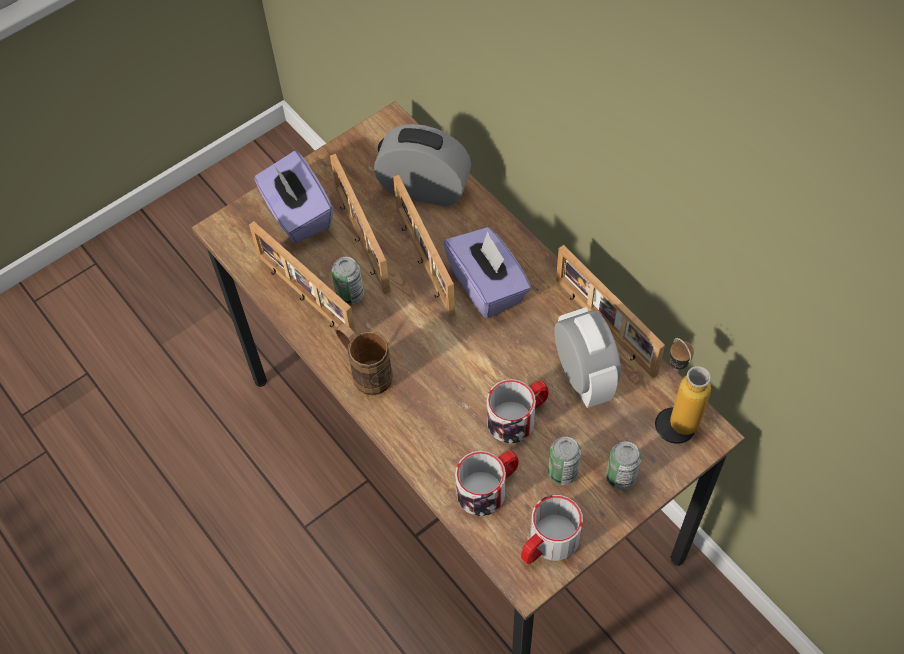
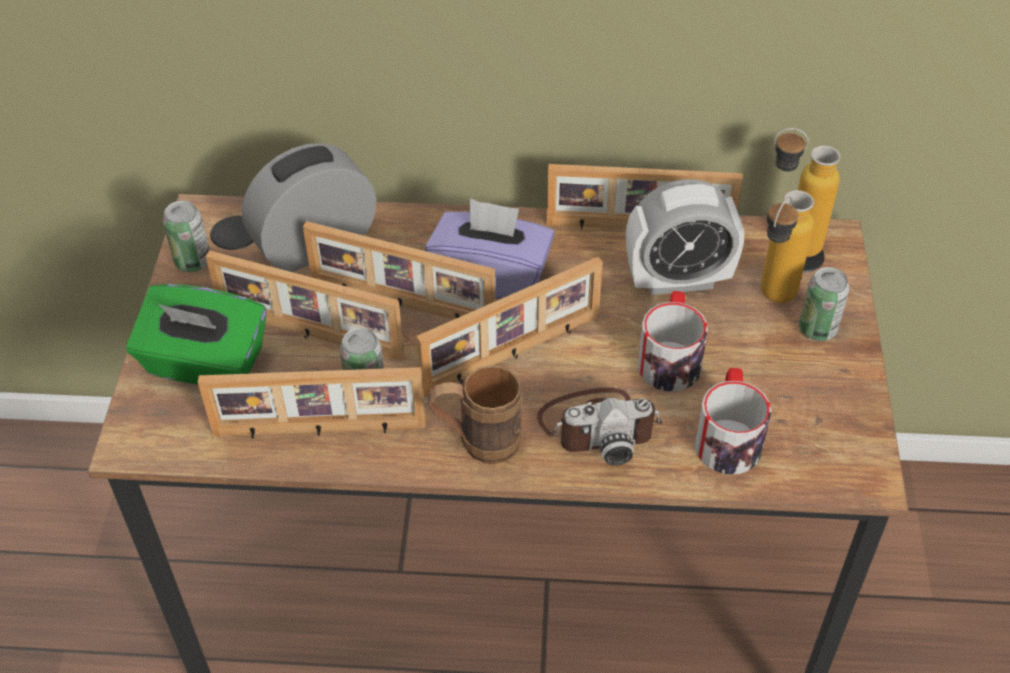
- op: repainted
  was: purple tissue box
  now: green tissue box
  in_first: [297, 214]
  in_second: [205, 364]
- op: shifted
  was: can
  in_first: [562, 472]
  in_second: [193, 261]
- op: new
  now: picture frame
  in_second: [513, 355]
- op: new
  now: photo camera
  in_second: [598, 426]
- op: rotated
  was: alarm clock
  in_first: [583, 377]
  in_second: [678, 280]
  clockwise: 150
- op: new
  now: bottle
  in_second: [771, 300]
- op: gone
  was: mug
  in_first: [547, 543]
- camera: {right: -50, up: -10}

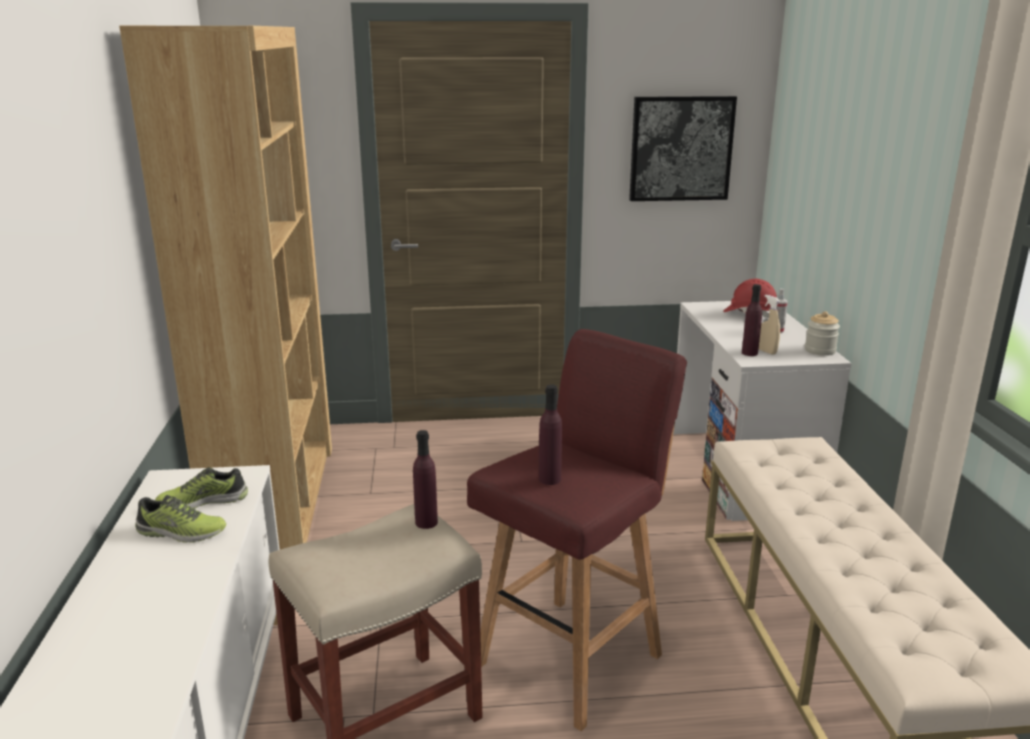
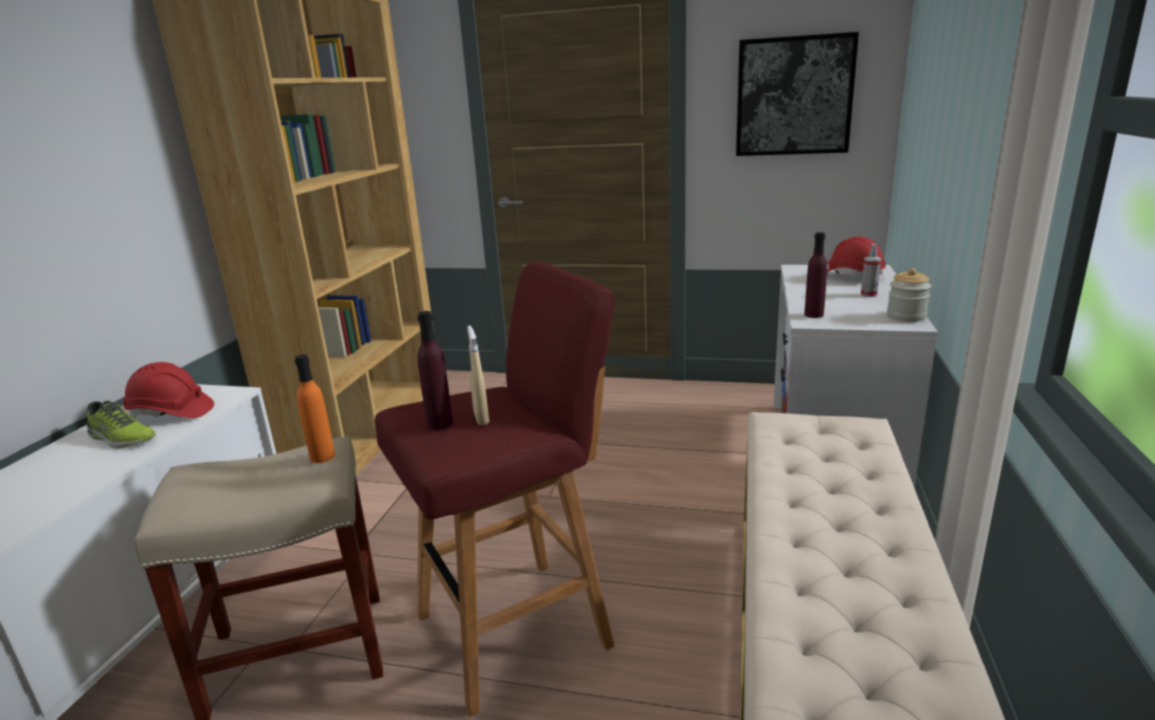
- op: swapped
  was: shoe
  now: red hard hat
  in_first: [203, 501]
  in_second: [171, 413]
- op: repainted
  was: purple bottle
  now: orange bottle
  in_first: [426, 522]
  in_second: [322, 456]
- op: shifted
  was: beige spray bottle
  in_first: [766, 351]
  in_second: [481, 418]
- camera: {right: 20, up: 0}

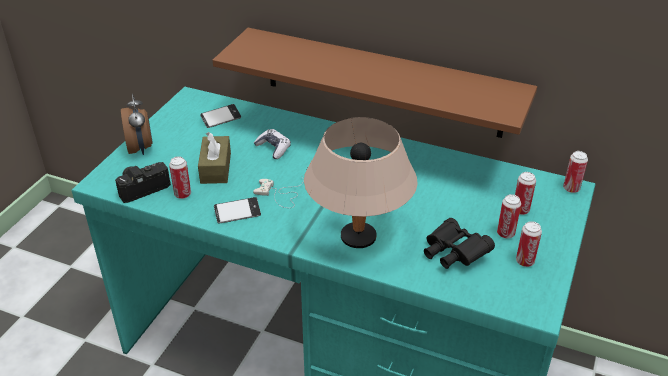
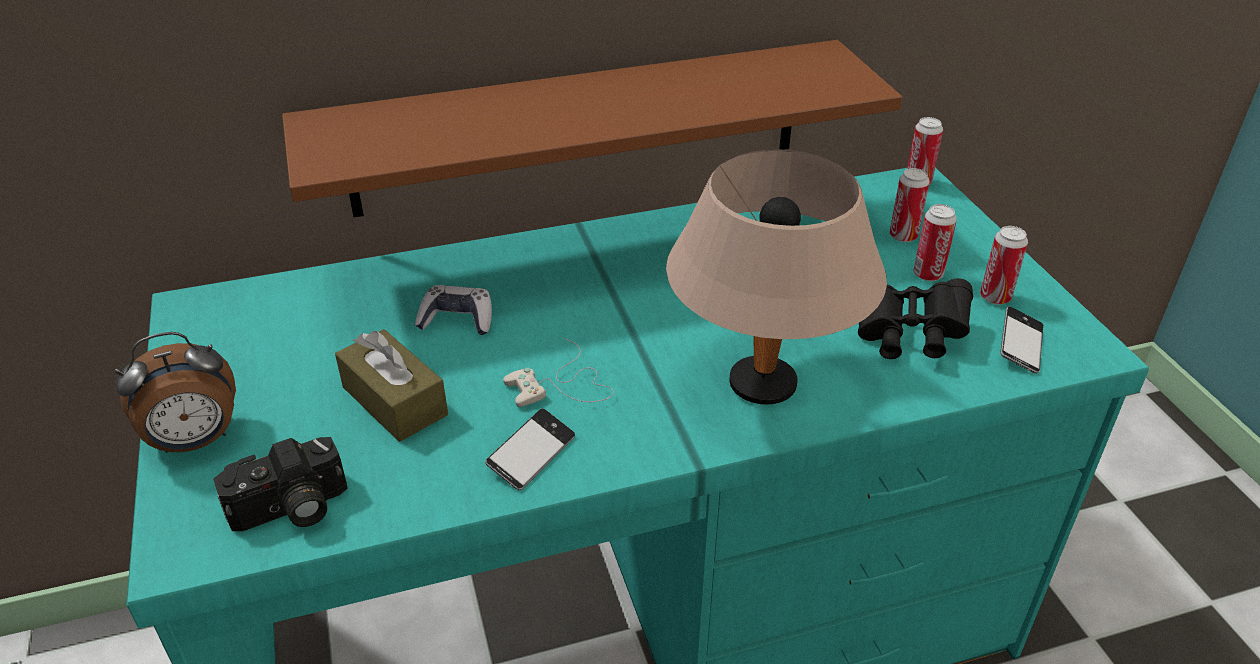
- op: rotated
  was: alarm clock
  in_first: [141, 148]
  in_second: [195, 441]
  clockwise: 120
- op: rotated
  was: photo camera
  in_first: [142, 187]
  in_second: [290, 510]
  clockwise: -135
- op: shifted
  was: phone
  in_first: [221, 119]
  in_second: [1020, 345]
- op: gone
  was: can
  in_first: [182, 194]
- camera: {right: -40, up: 0}

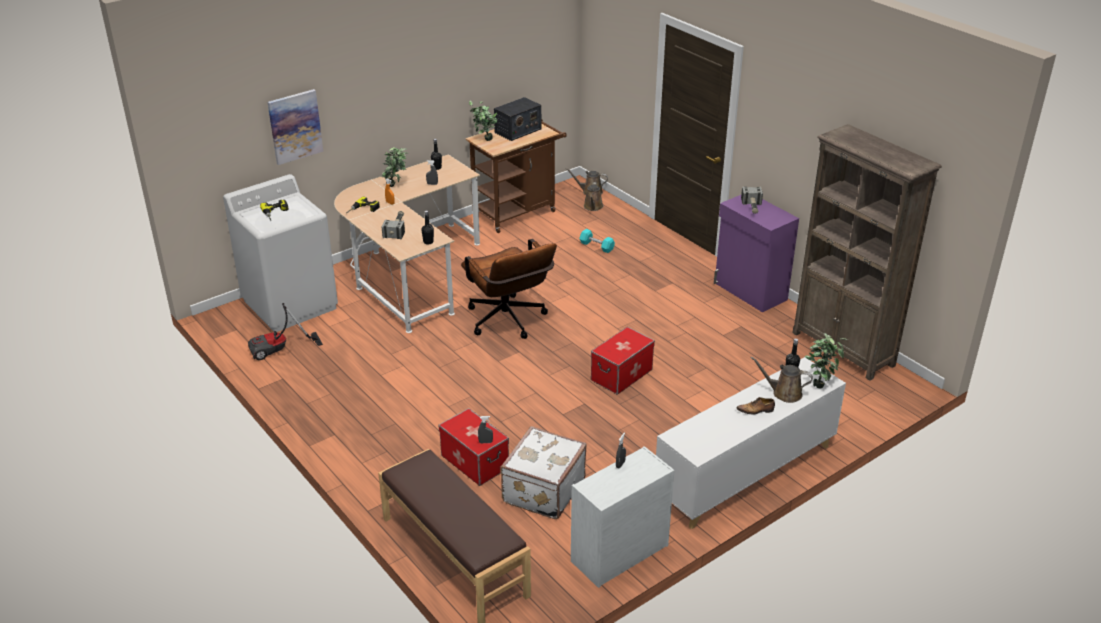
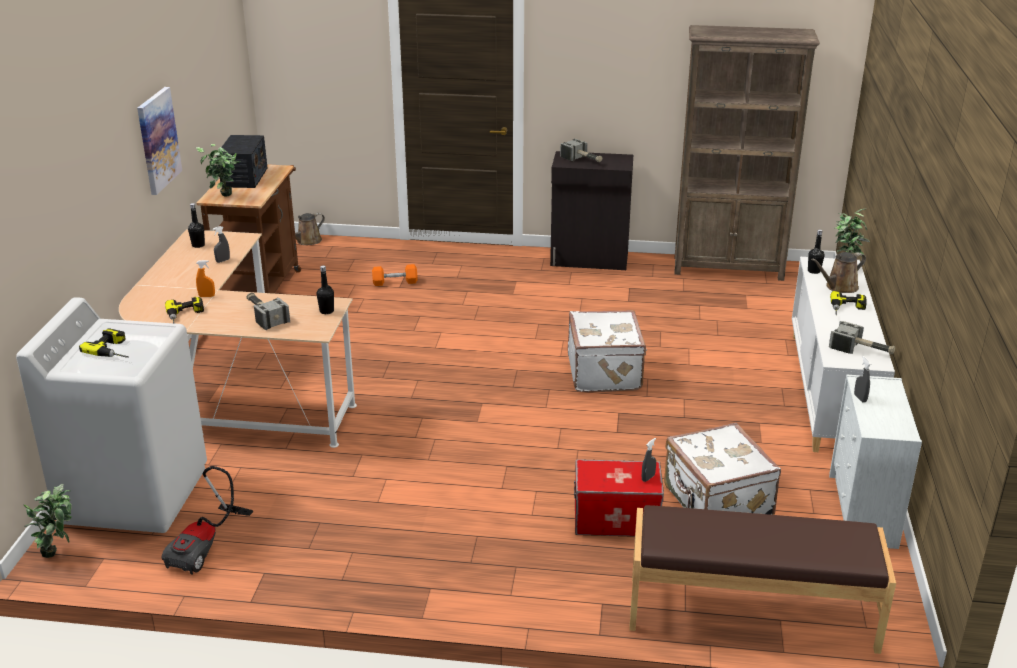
- op: shifted
  was: potted plant
  in_first: [396, 186]
  in_second: [59, 551]
- op: shifted
  was: picture
  in_first: [295, 126]
  in_second: [158, 140]
- op: repainted
  was: turquoise dumbbell
  now: orange dumbbell
  in_first: [596, 246]
  in_second: [395, 282]
- op: repainted
  was: purple cabinet
  now: black cabinet
  in_first: [750, 292]
  in_second: [589, 260]
- op: swapped
  was: storage box
  now: white suitcase
  in_first: [621, 374]
  in_second: [605, 372]
- op: new
  now: hammer
  in_second: [862, 350]
- op: swapped
  was: shoe
  now: power drill
  in_first: [756, 410]
  in_second: [847, 309]
- op: gone
  was: brown office chair
  in_first: [509, 322]
- op: gone
  was: brown watering can
  in_first: [593, 207]
- camera: {right: -45, up: -5}

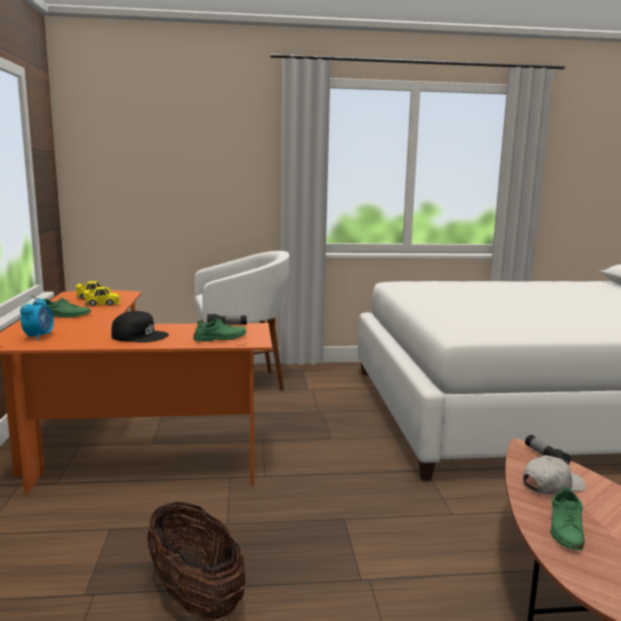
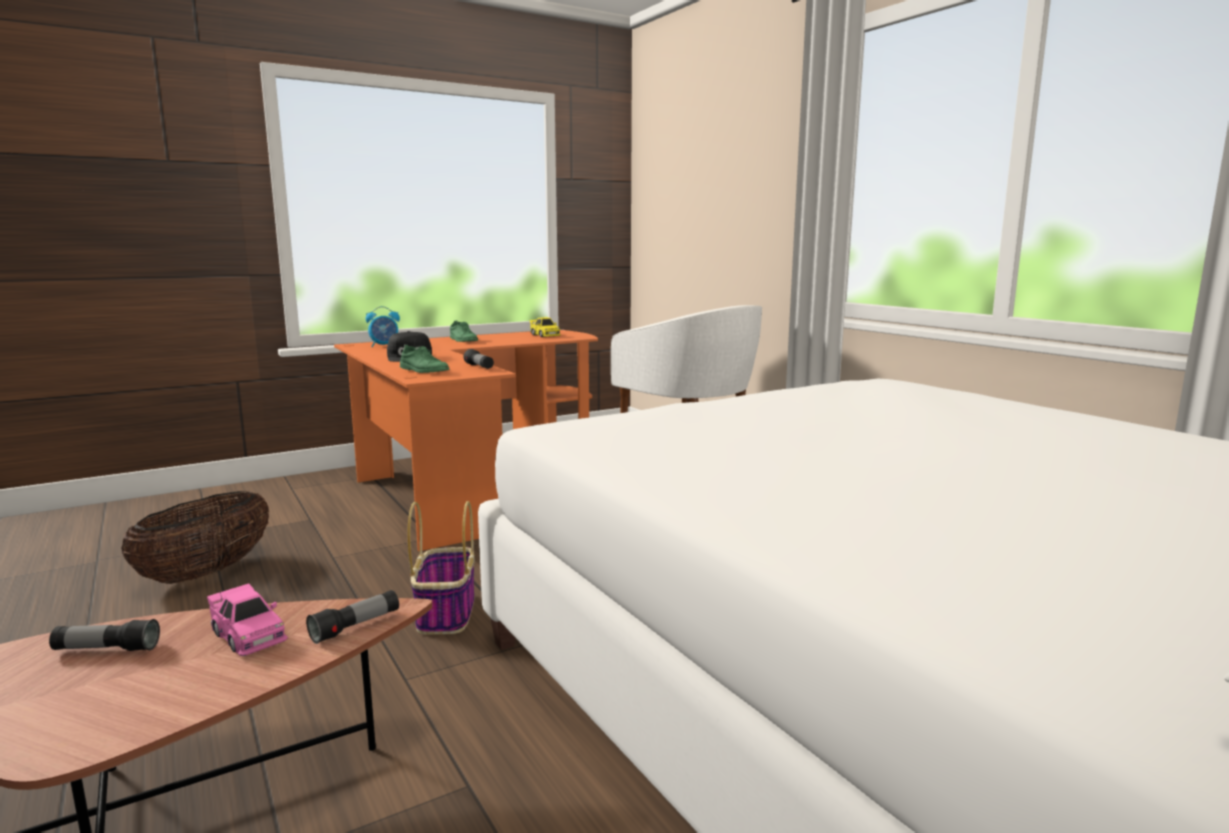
- op: swapped
  was: green shoe
  now: flashlight
  in_first: [566, 529]
  in_second: [106, 649]
- op: swapped
  was: white cap
  now: pink toy car
  in_first: [552, 485]
  in_second: [248, 636]
- op: new
  now: basket
  in_second: [446, 612]
- op: gone
  was: yellow toy car
  in_first: [102, 304]
- camera: {right: 65, up: 0}

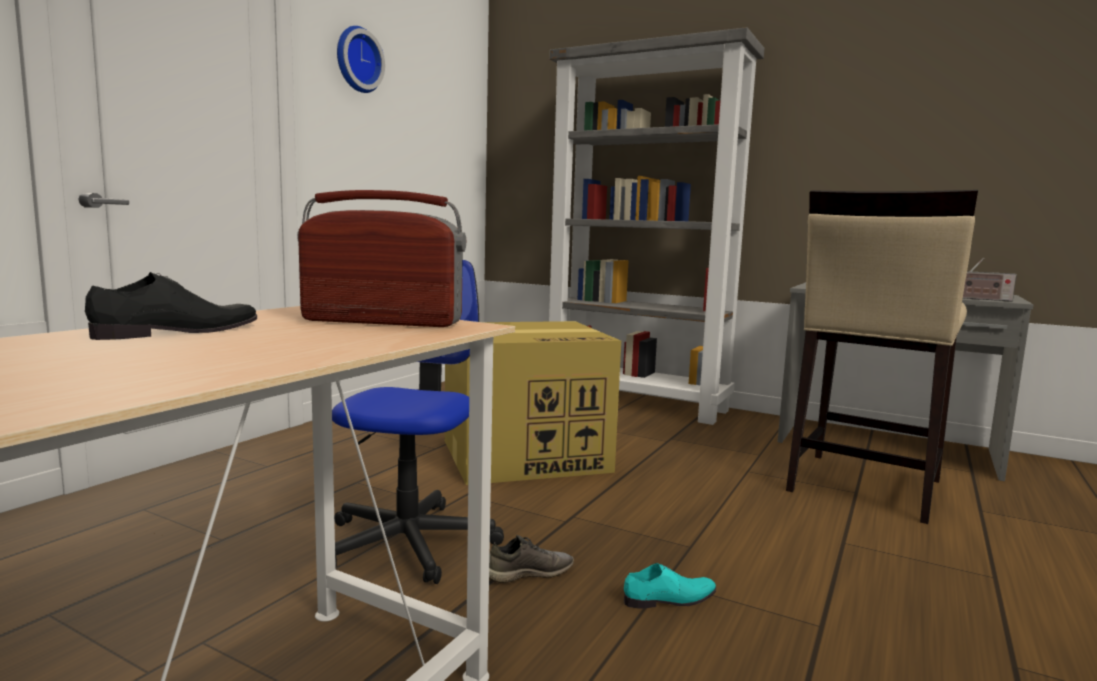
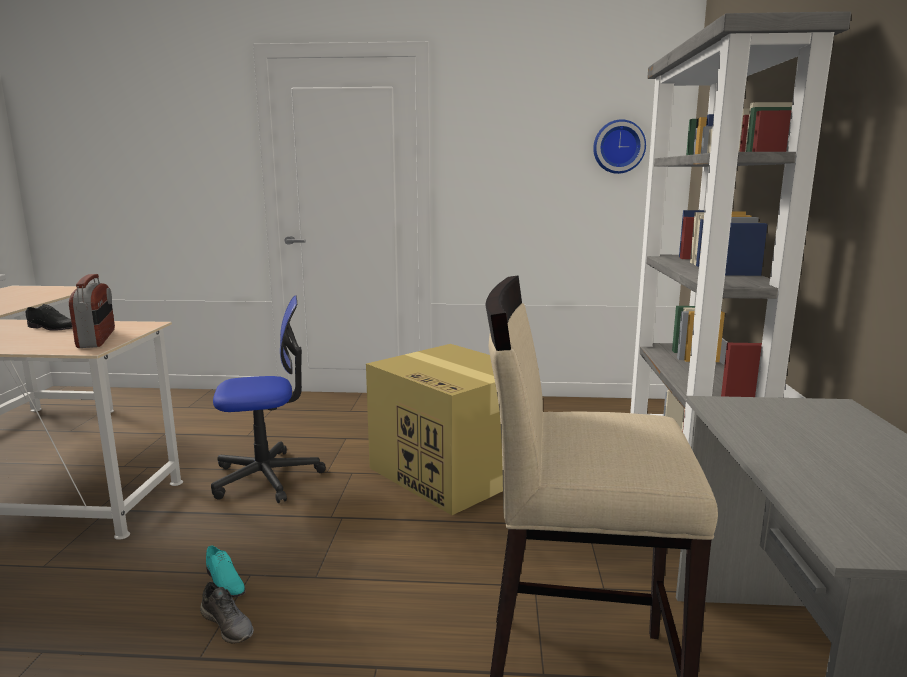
- op: shifted
  was: grey shoe
  in_first: [529, 573]
  in_second: [228, 625]
- op: shifted
  was: wall clock
  in_first: [356, 60]
  in_second: [618, 147]
- op: gone
  was: radio
  in_first: [982, 299]
- camera: {right: 65, up: 5}

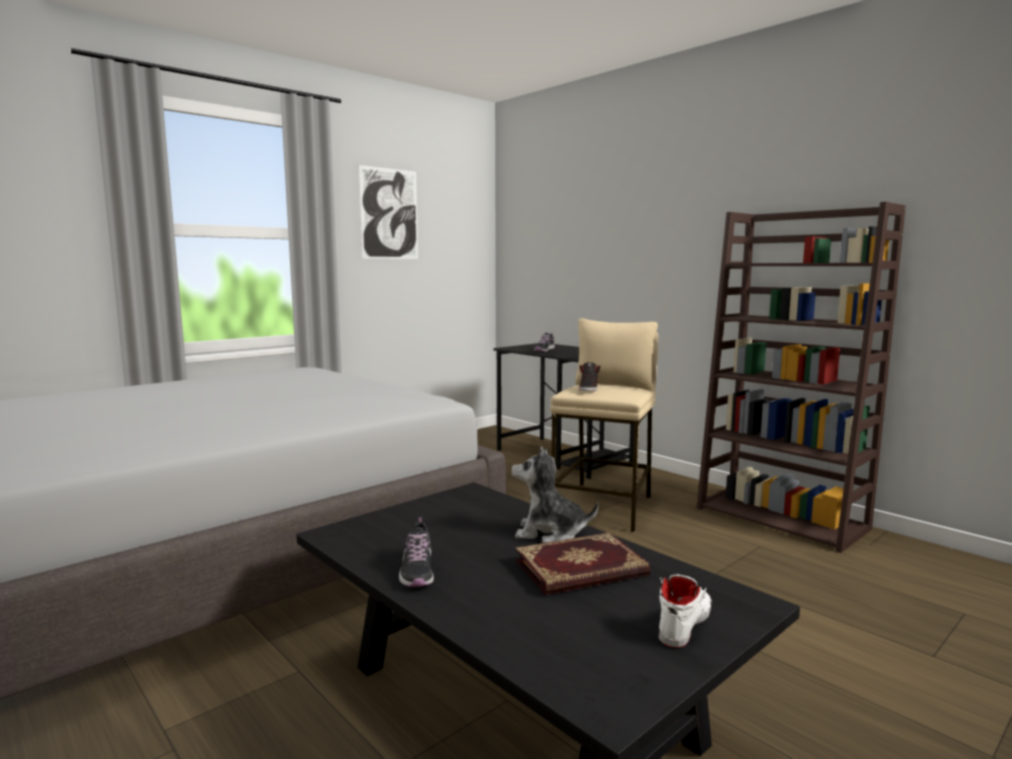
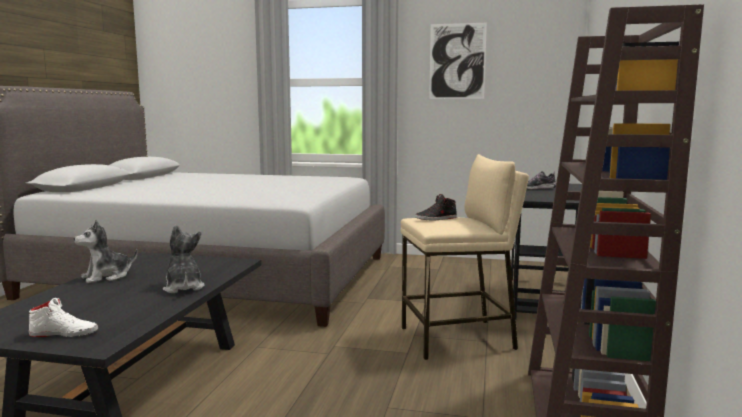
- op: swapped
  was: shoe
  now: plush toy
  in_first: [417, 570]
  in_second: [107, 276]
- op: gone
  was: book
  in_first: [581, 569]
- camera: {right: 55, up: 0}

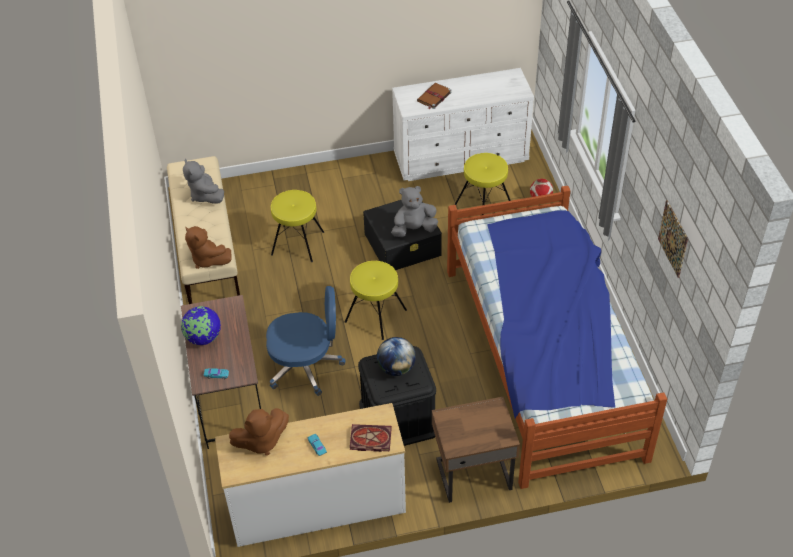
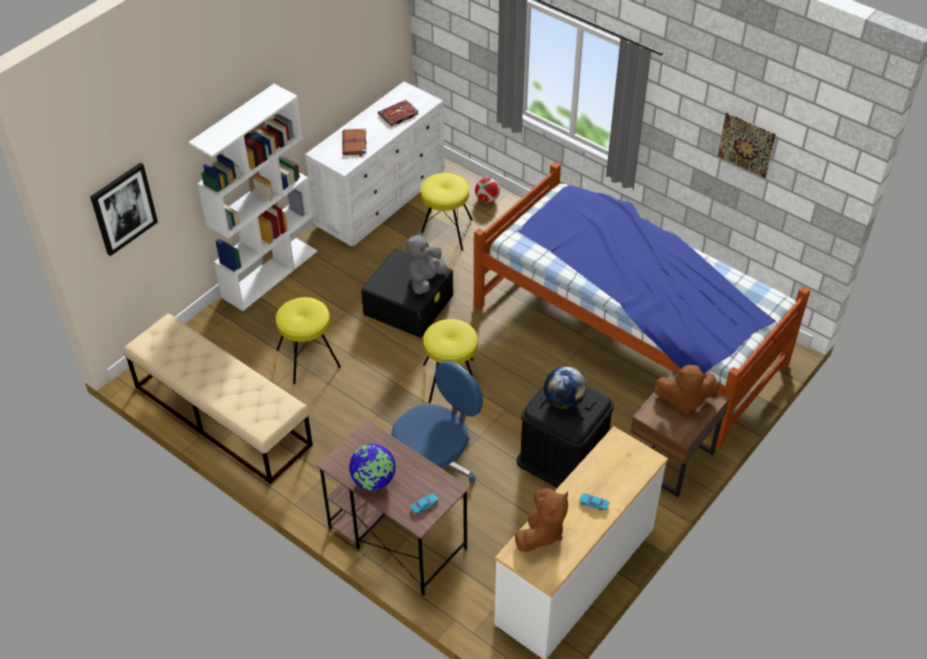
- op: new
  now: picture
  in_second: [123, 208]
- op: new
  now: white bookcase
  in_second: [270, 273]
- op: shifted
  was: book
  in_first: [369, 439]
  in_second: [398, 115]
- op: shifted
  was: brown plush toy
  in_first: [207, 259]
  in_second: [684, 400]
- op: gone
  was: grey plush toy
  in_first: [205, 195]
- camera: {right: -40, up: 0}

